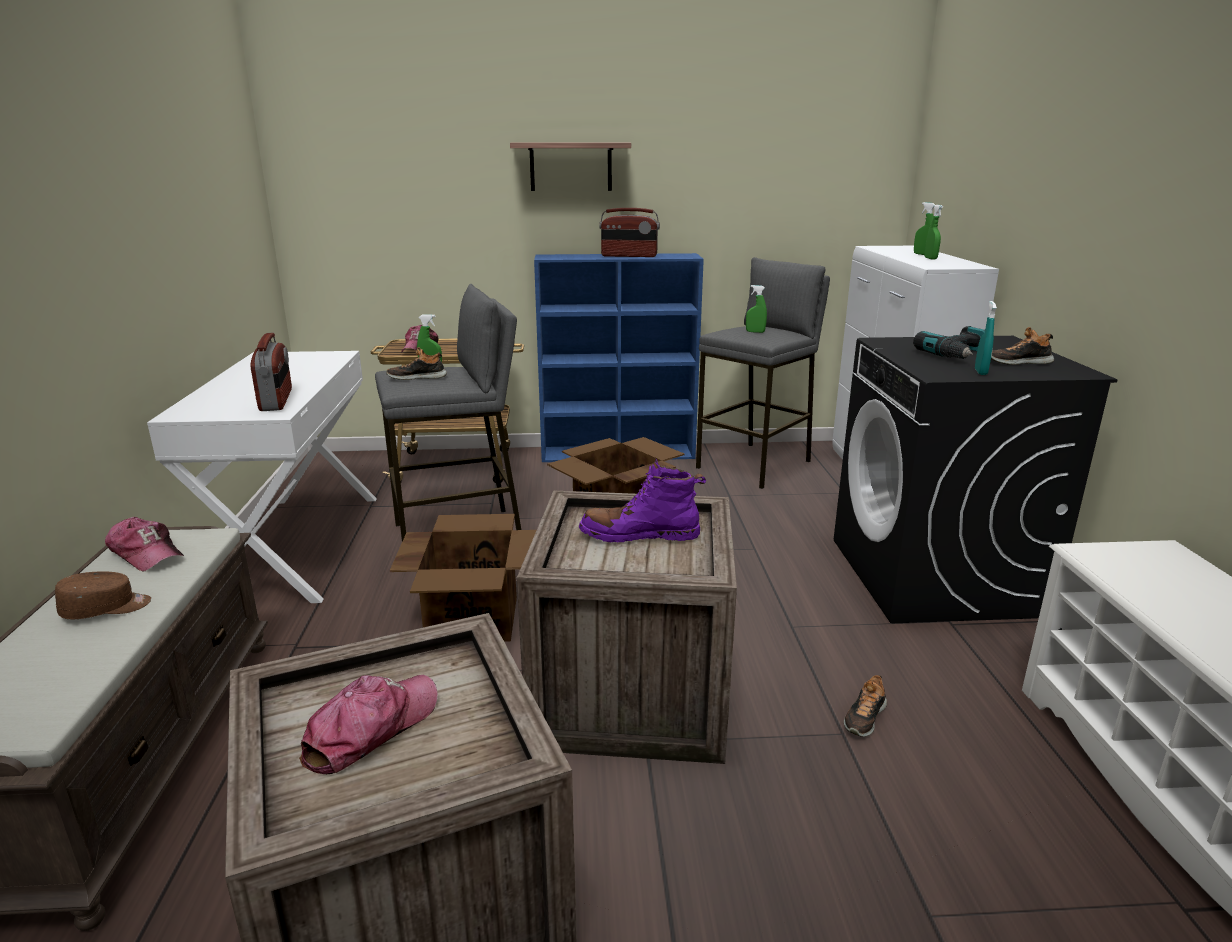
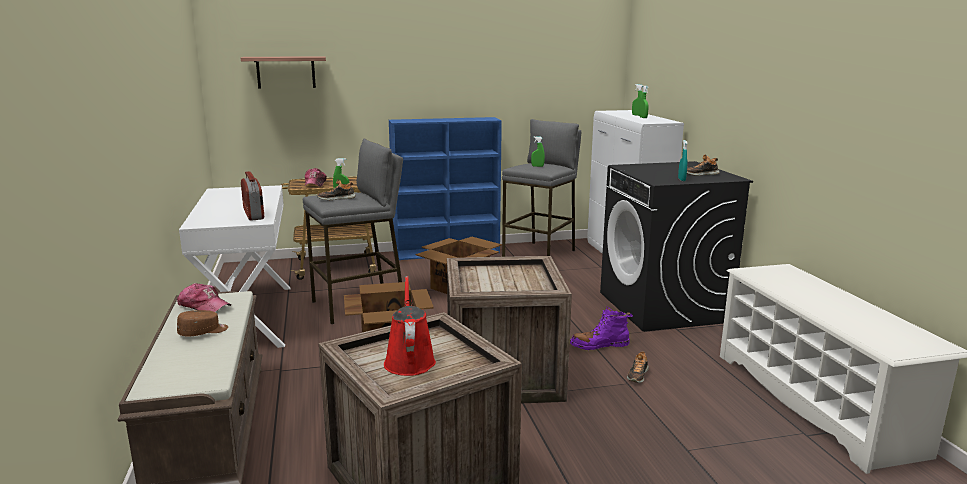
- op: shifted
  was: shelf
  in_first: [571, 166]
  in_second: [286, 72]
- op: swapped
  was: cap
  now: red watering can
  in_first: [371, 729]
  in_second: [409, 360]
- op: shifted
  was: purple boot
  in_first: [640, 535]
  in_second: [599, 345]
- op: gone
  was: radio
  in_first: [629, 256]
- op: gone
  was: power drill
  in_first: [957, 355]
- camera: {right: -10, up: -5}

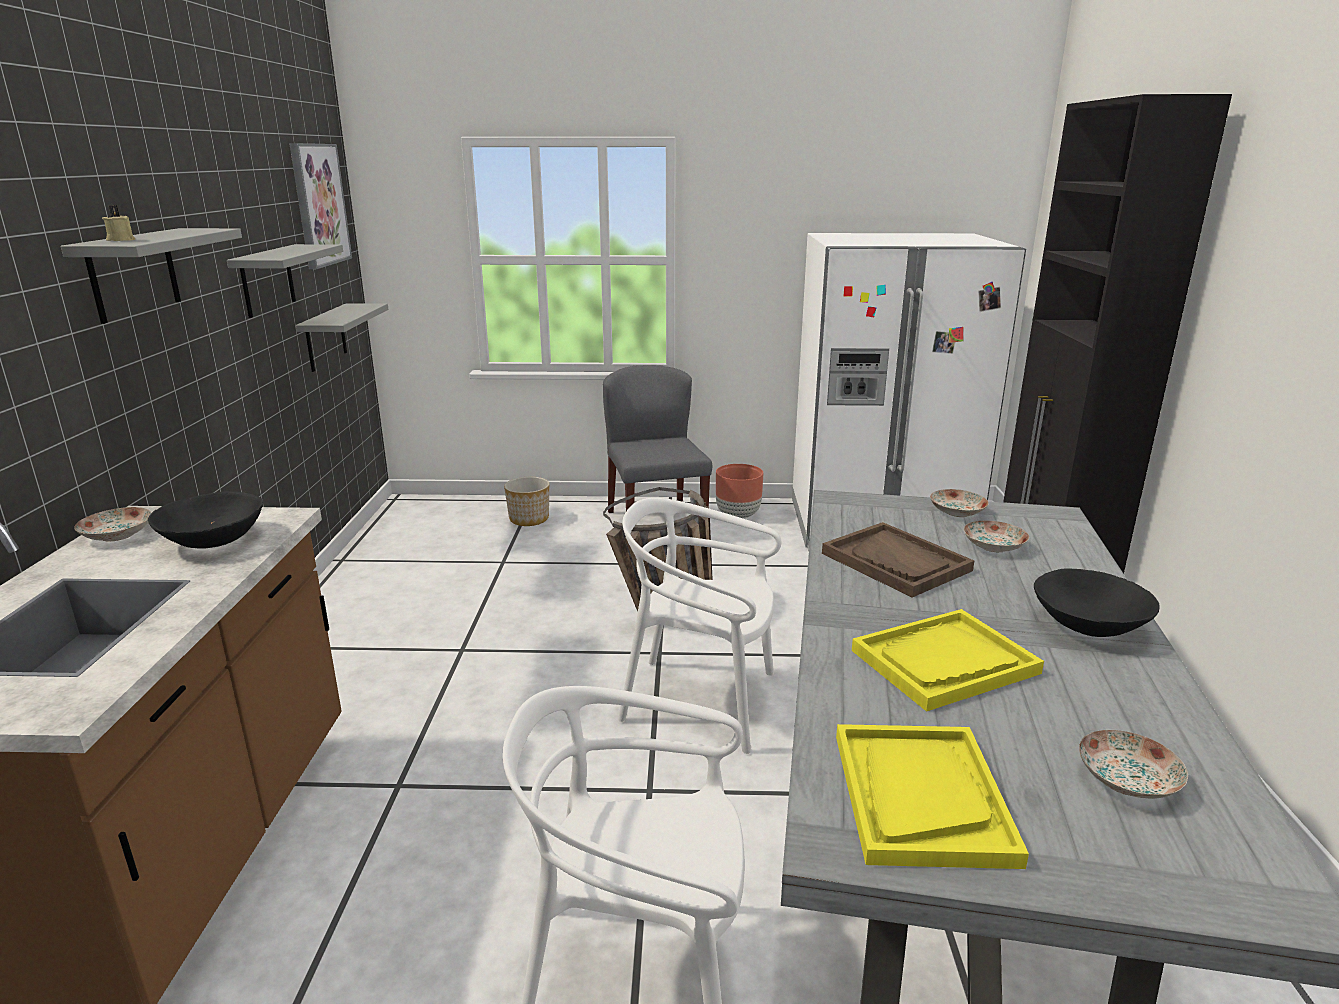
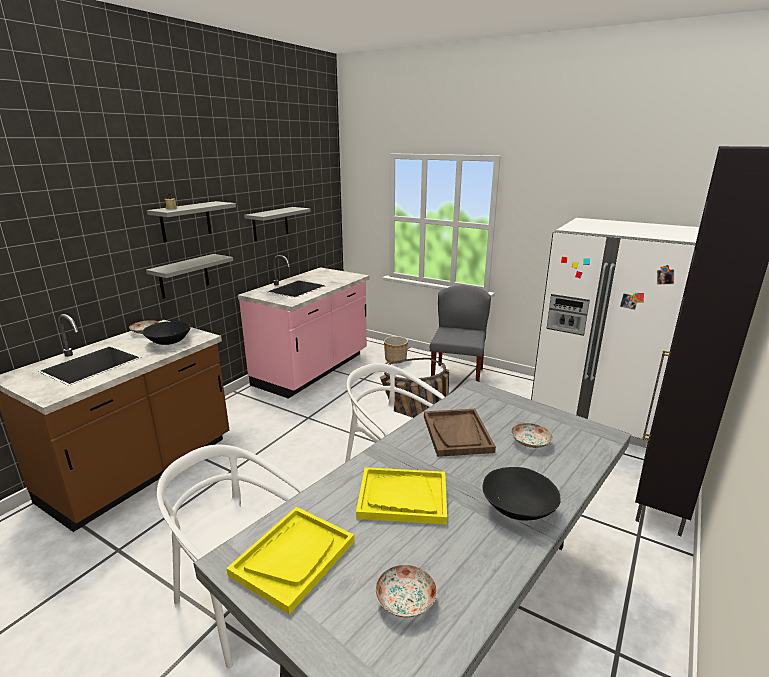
- op: shifted
  was: grey shelf
  in_first: [325, 337]
  in_second: [184, 276]
- op: new
  now: pink counter
  in_second: [313, 370]
- op: gone
  was: picture
  in_first: [319, 205]
- op: gone
  was: brown planter
  in_first: [738, 515]
- op: gone
  was: plate
  in_first: [956, 512]
- camera: {right: 30, up: 0}

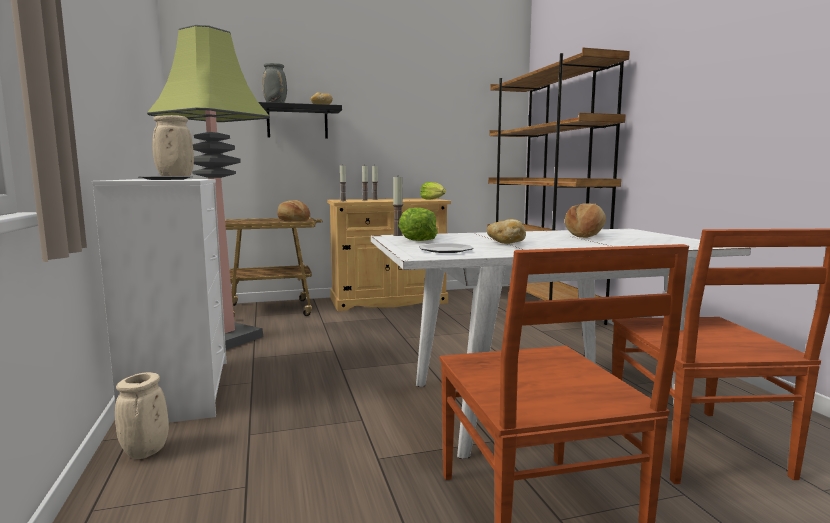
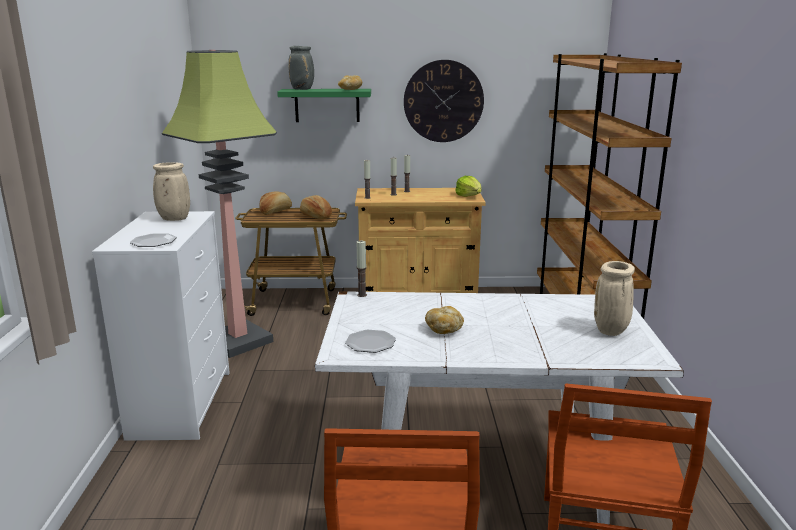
- op: shifted
  was: bread
  in_first: [586, 235]
  in_second: [275, 211]
- op: repainted
  was: black shelf
  now: green shelf
  in_first: [297, 122]
  in_second: [327, 105]
- op: new
  now: wall clock
  in_second: [443, 101]
- op: shifted
  was: beige vase
  in_first: [145, 453]
  in_second: [611, 331]
- op: gone
  was: lettuce
  in_first: [417, 239]
- camera: {right: 15, up: 10}

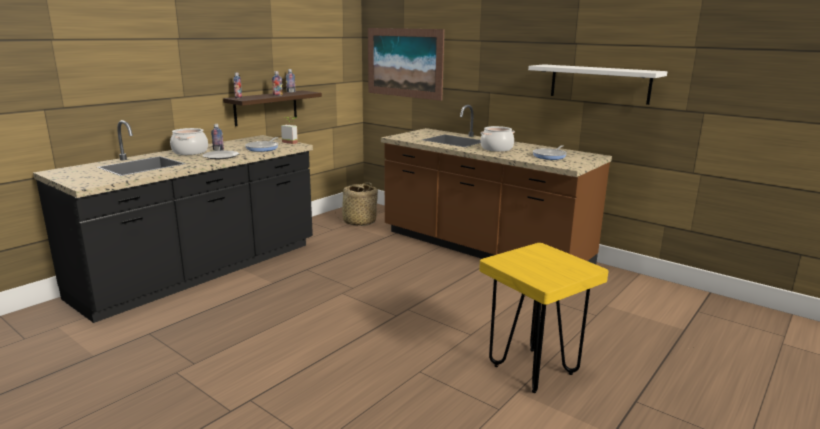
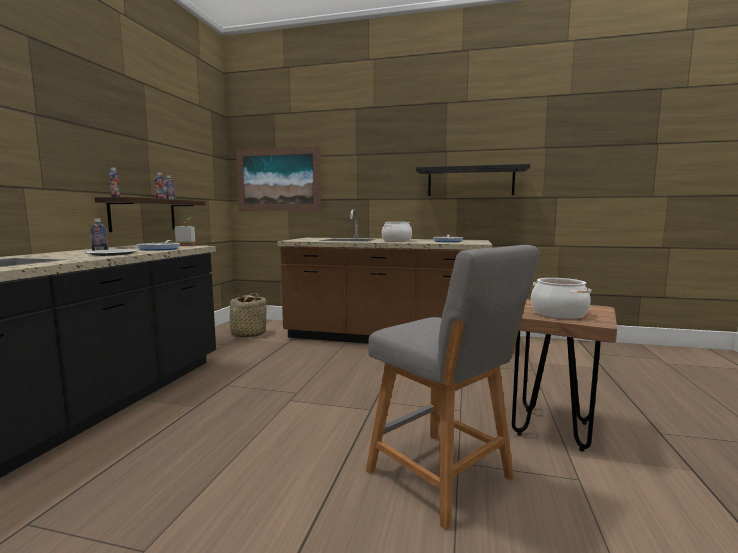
- op: new
  now: grey stool
  in_second: [444, 478]
- op: repainted
  was: white shelf
  now: black shelf
  in_first: [599, 83]
  in_second: [470, 182]
- op: repainted
  was: yellow stool
  now: brown stool
  in_first: [533, 369]
  in_second: [552, 428]
- op: shifted
  was: cooking pot
  in_first: [190, 152]
  in_second: [558, 313]
- camera: {right: -25, up: -10}

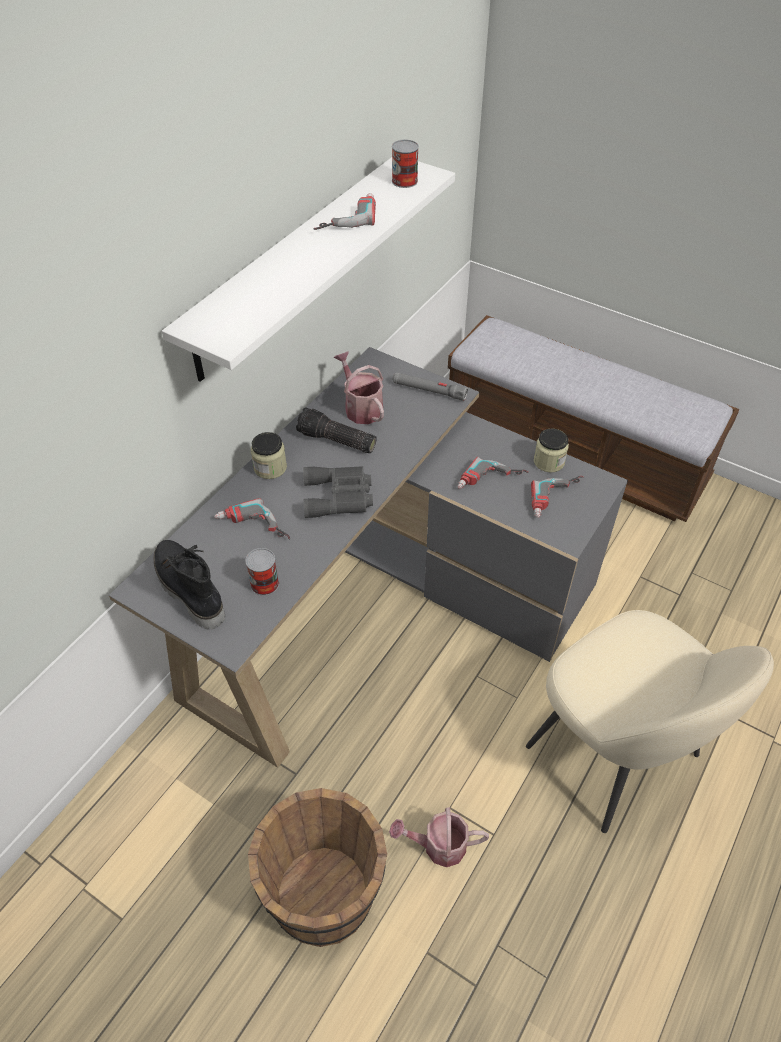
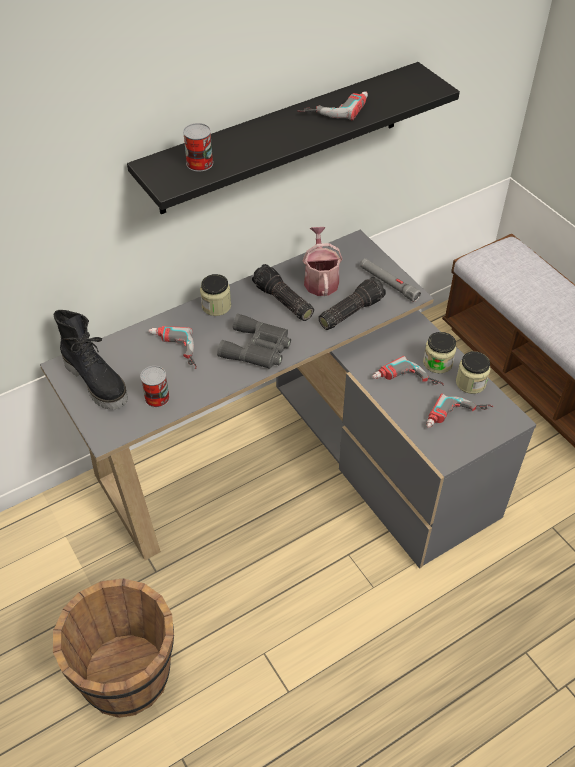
- op: rotated
  was: black boot
  in_first: [188, 590]
  in_second: [97, 382]
  clockwise: 150
- op: repainted
  was: white shelf
  now: black shelf
  in_first: [295, 265]
  in_second: [282, 138]
- op: shifted
  was: can
  in_first: [404, 181]
  in_second: [199, 163]
- op: new
  now: flashlight
  in_second: [350, 311]
- op: new
  now: jar
  in_second: [437, 363]
- op: gone
  was: watering can
  in_first: [438, 846]
- op: gone
  was: beige chair
  in_first: [616, 754]
- camera: {right: 25, up: 0}

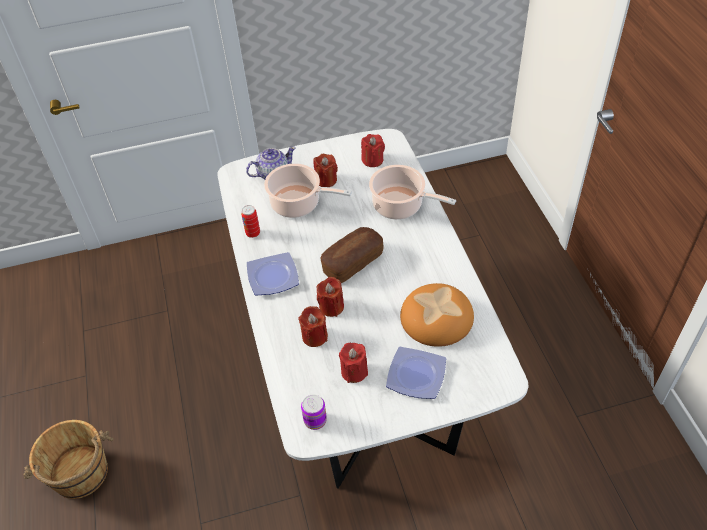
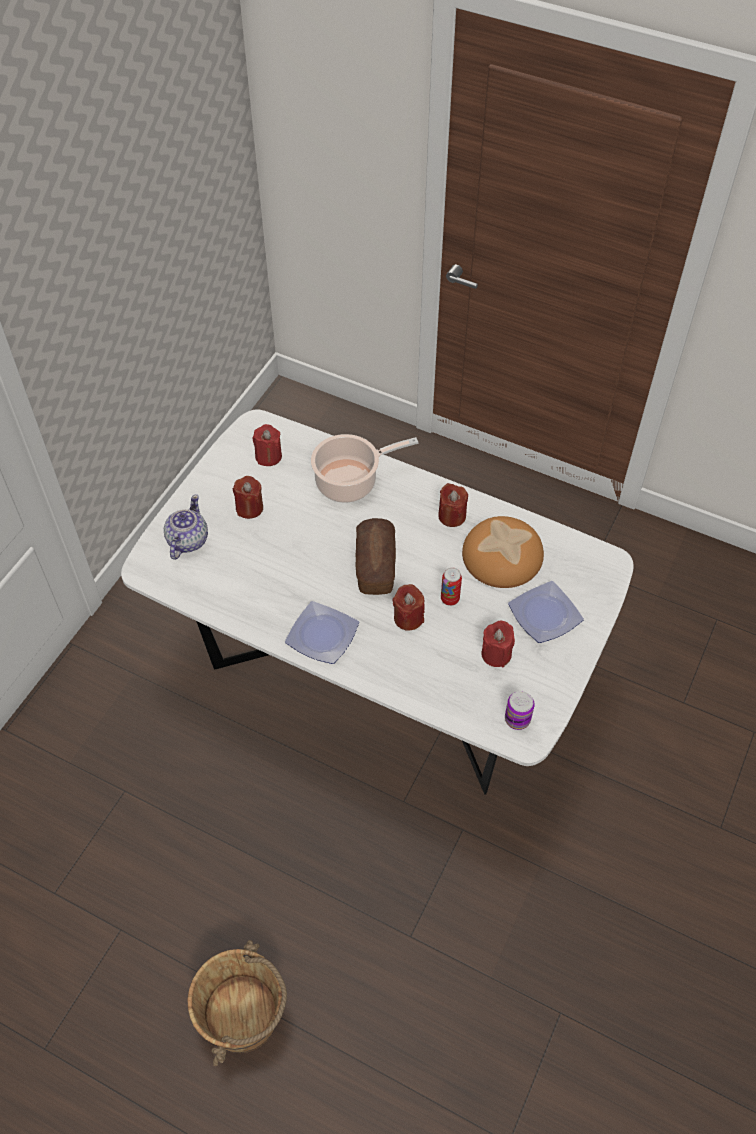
- op: shifted
  was: red candle
  in_first: [314, 336]
  in_second: [452, 516]
- op: shifted
  was: can
  in_first: [253, 233]
  in_second: [450, 599]
- op: gone
  was: cooking pot
  in_first: [298, 204]
- camera: {right: -50, up: 5}

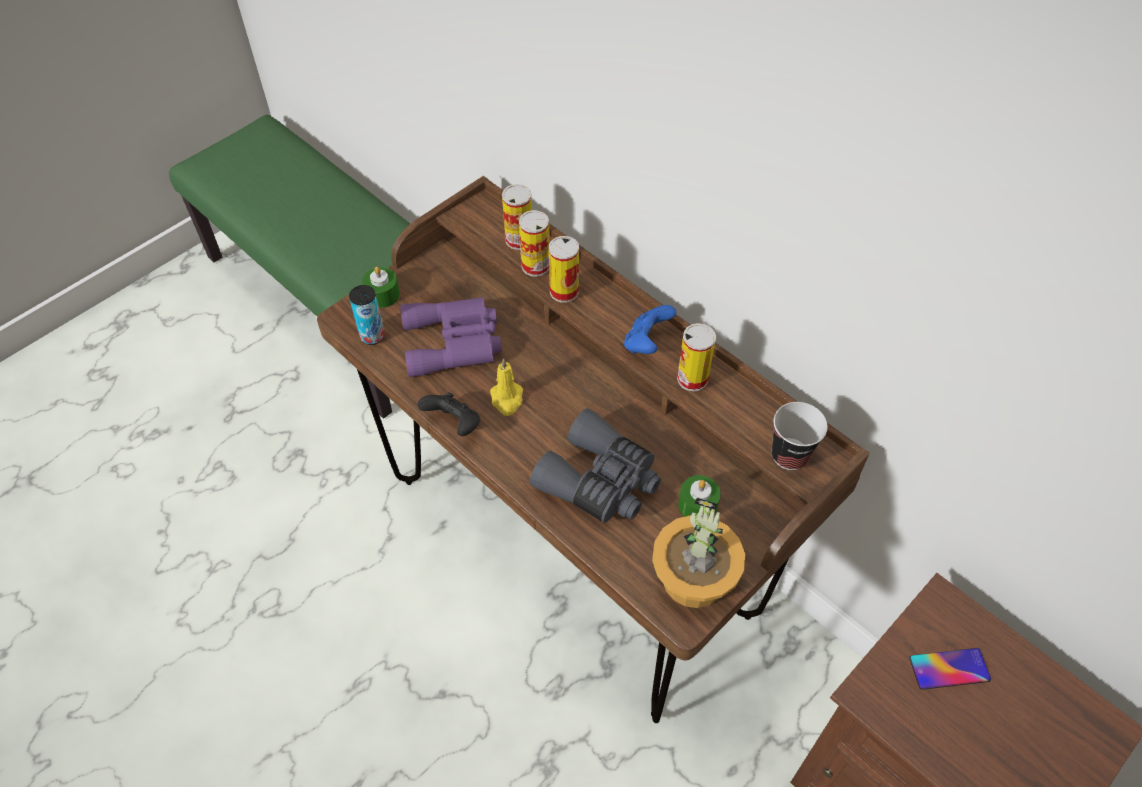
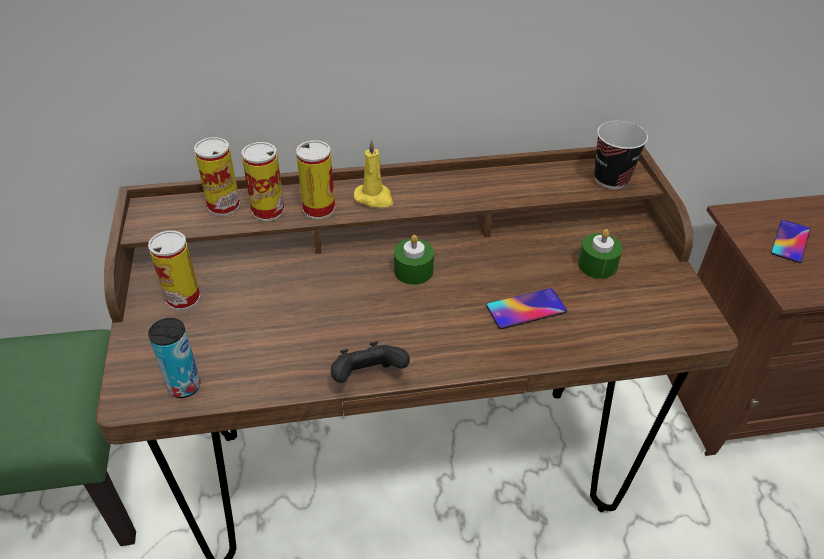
- op: shifted
  was: can
  in_first: [692, 378]
  in_second: [183, 298]
- op: shifted
  was: yellow candle
  in_first: [507, 399]
  in_second: [374, 198]
- op: shifted
  was: green candle
  in_first: [382, 295]
  in_second: [413, 271]
- op: swapped
  was: grey binoculars
  now: phone
  in_first: [600, 481]
  in_second: [526, 309]
- op: gone
  was: purple binoculars
  in_first: [455, 342]
- op: gone
  was: blue game controller
  in_first: [646, 343]
- op: gone
  was: potted plant
  in_first: [693, 579]
- camera: {right: -55, up: -10}

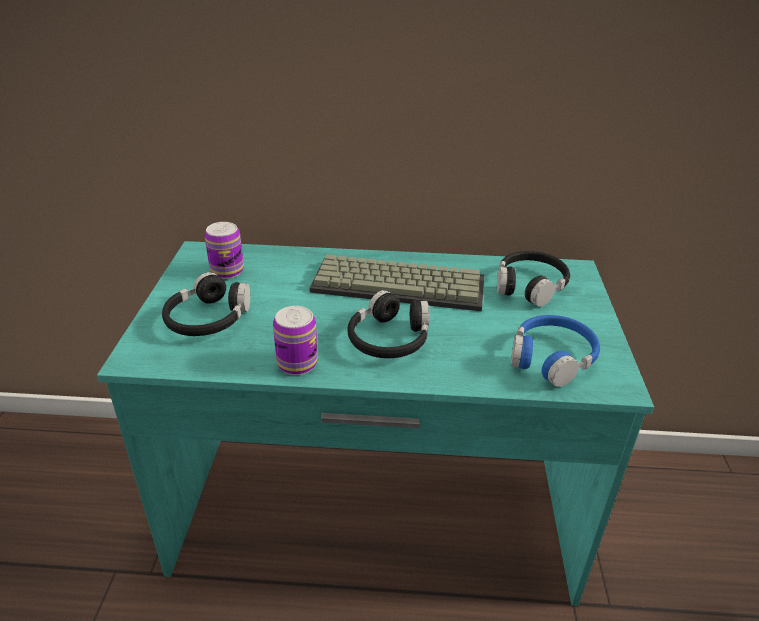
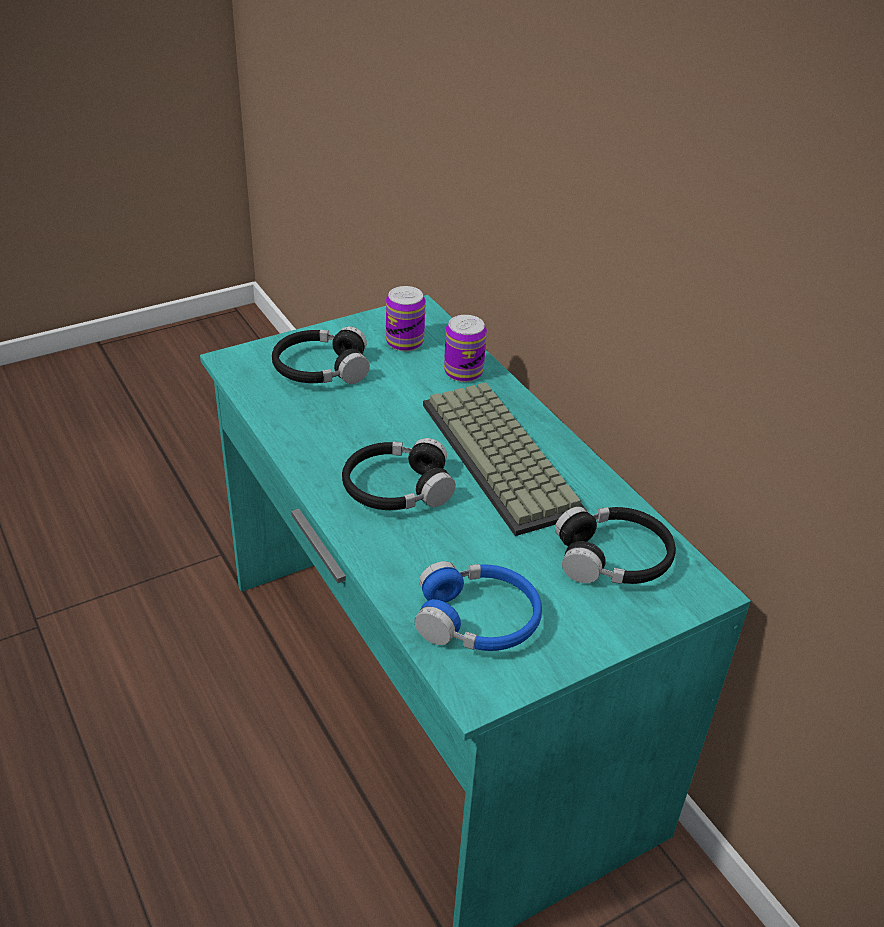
- op: shifted
  was: can
  in_first: [297, 363]
  in_second: [463, 372]
- camera: {right: 55, up: 5}

